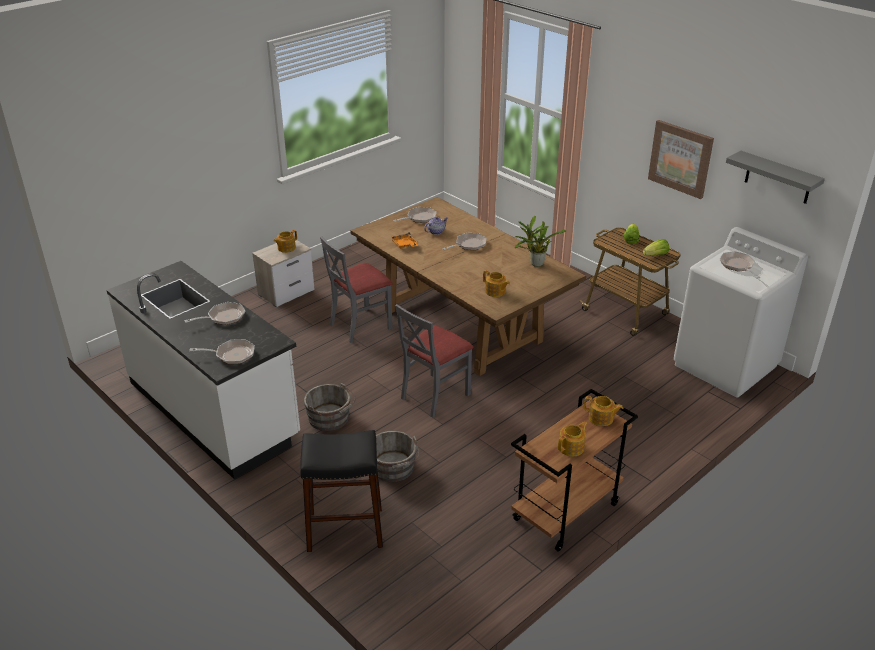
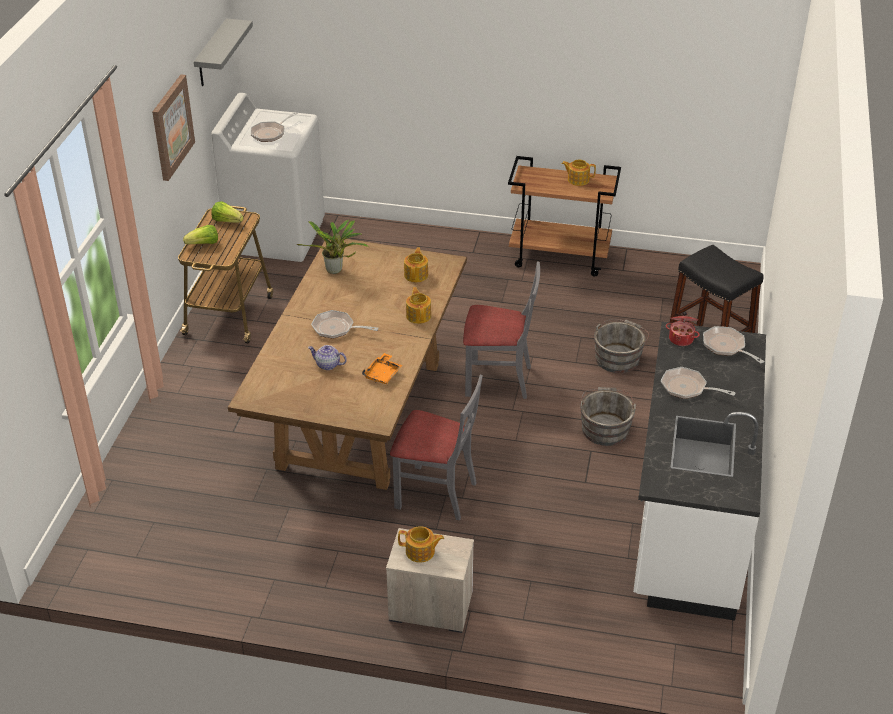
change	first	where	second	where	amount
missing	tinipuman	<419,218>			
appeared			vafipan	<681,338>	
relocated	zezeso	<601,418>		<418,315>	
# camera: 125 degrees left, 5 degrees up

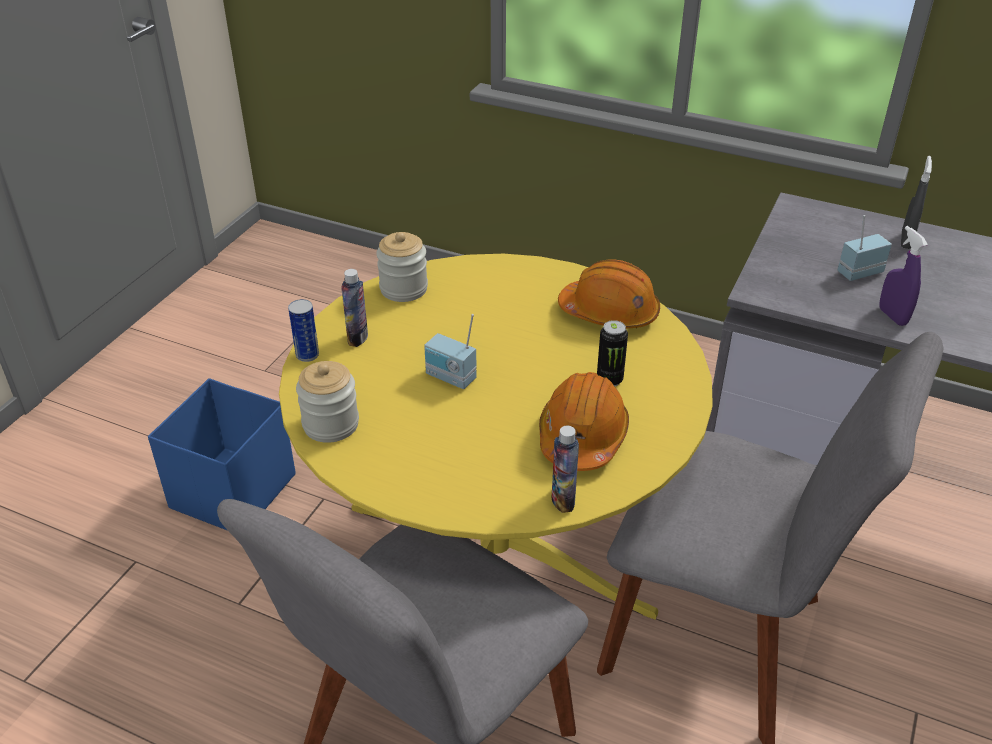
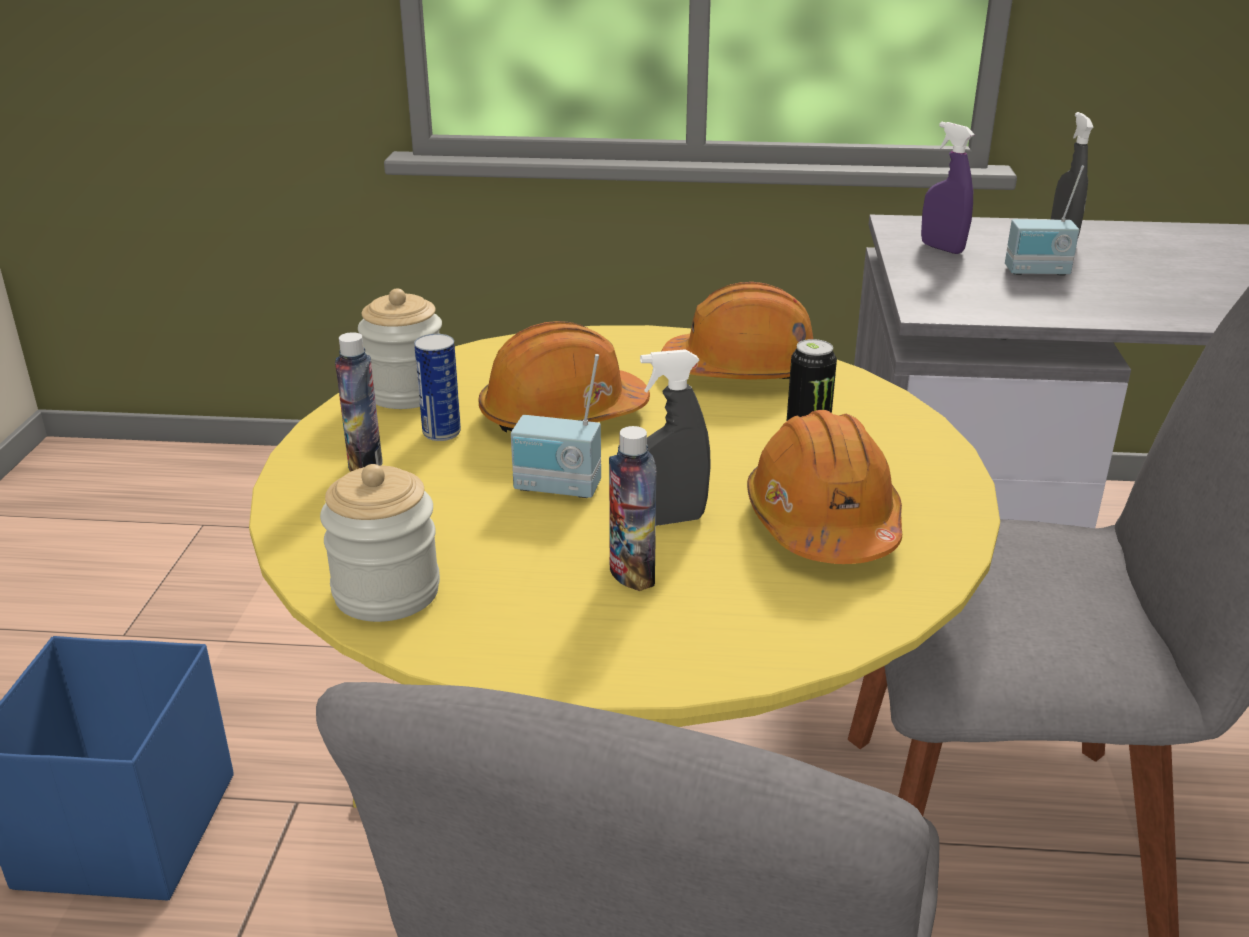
change	first	where	second	where	amount
appeared			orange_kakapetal	<562,415>	
appeared			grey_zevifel	<668,520>	
relocated	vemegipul	<307,355>		<441,433>	
relocated	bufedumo	<563,500>		<632,574>	
relocated	purple_zevifel	<892,316>		<942,248>	
spun	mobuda	<858,272>		<1037,272>	135 degrees counterclockwise
# camera: 20 degrees left, 10 degrees down

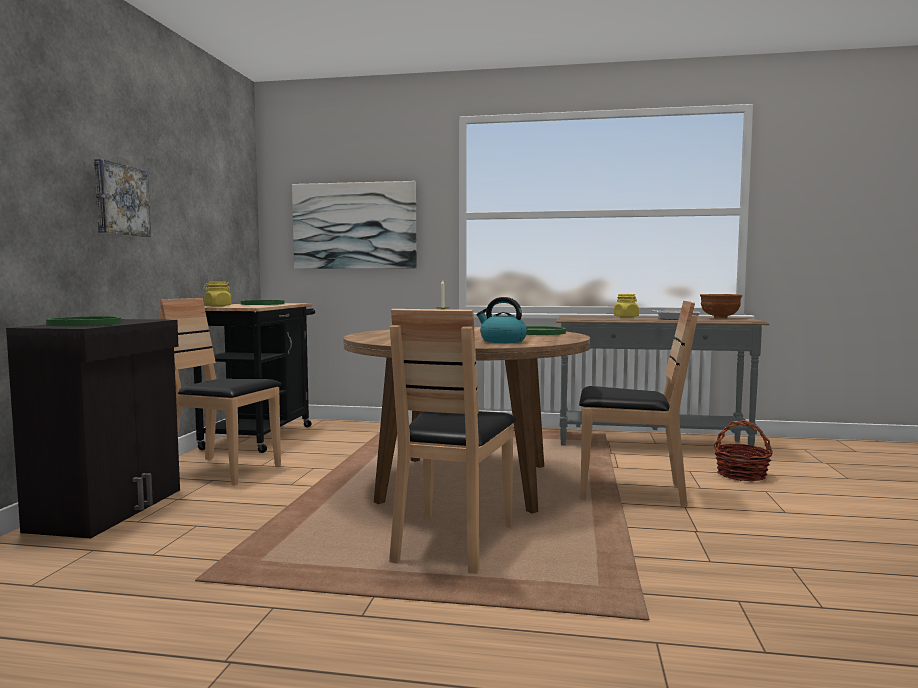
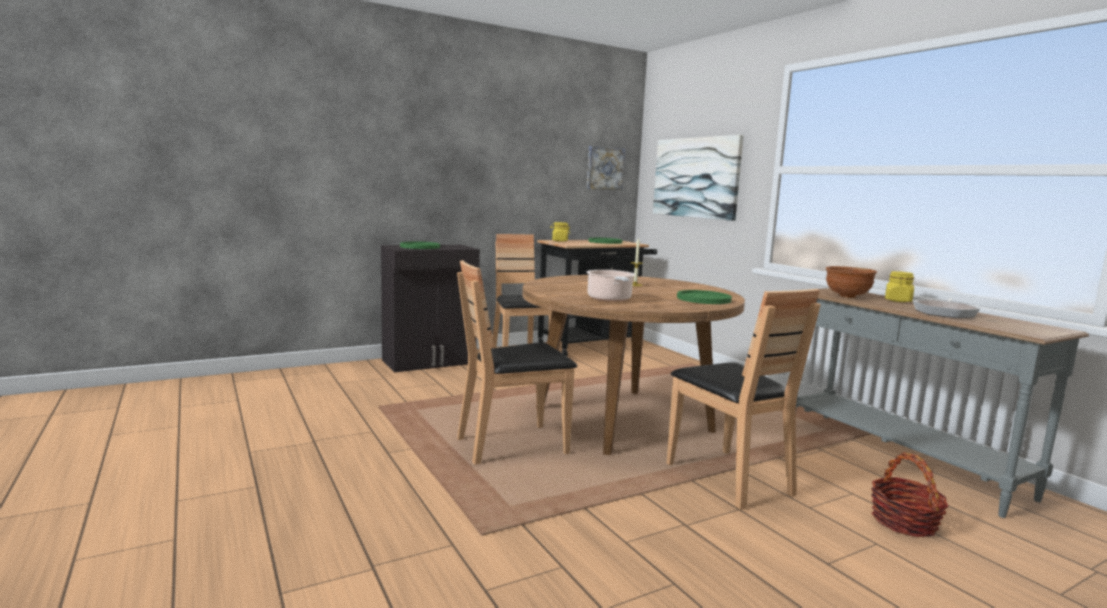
change	first	where	second	where	amount
relocated	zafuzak	<120,200>		<604,168>	
relocated	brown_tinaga	<719,318>		<846,296>	
exchanged	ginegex	<502,341>	vafipan	<610,299>	
# camera: 50 degrees right, 5 degrees up

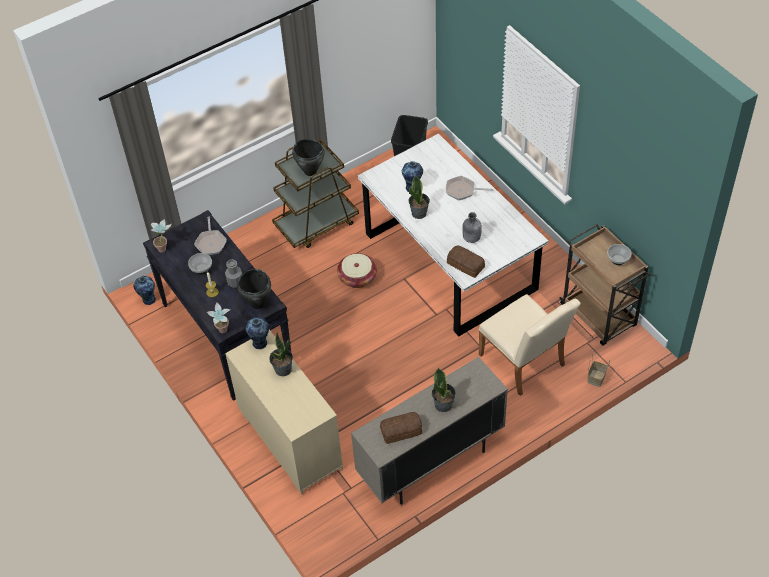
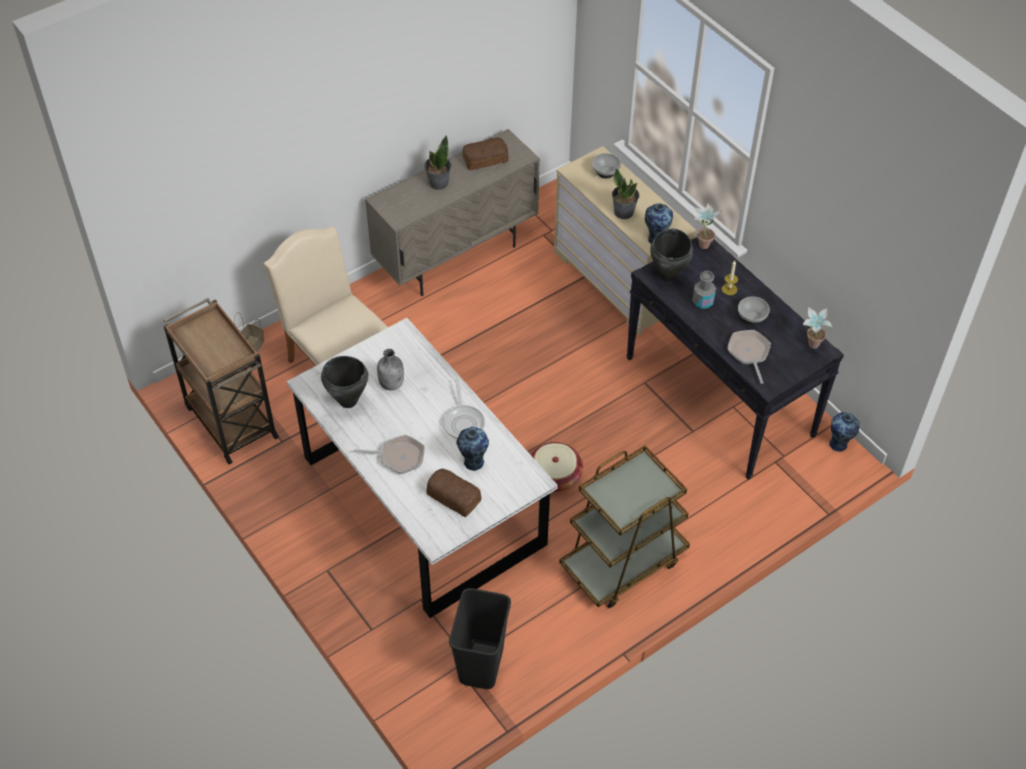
change	first	where	second	where	amount
relocated	black_vafipan	<310,171>		<348,401>	
relocated	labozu	<465,265>		<453,496>	
relocated	tinaga	<618,260>		<605,173>	
exchanged	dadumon	<419,213>	tinipuman	<463,421>	
# camera: 175 degrees right, 0 degrees up

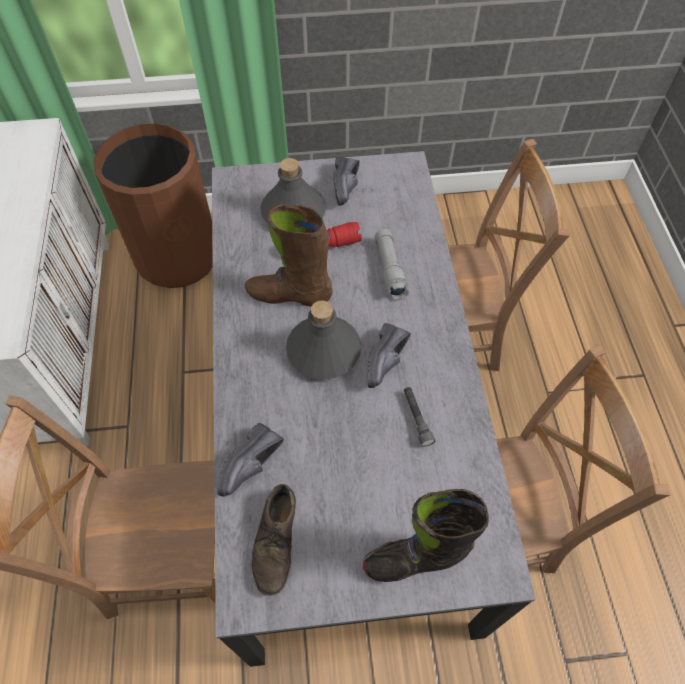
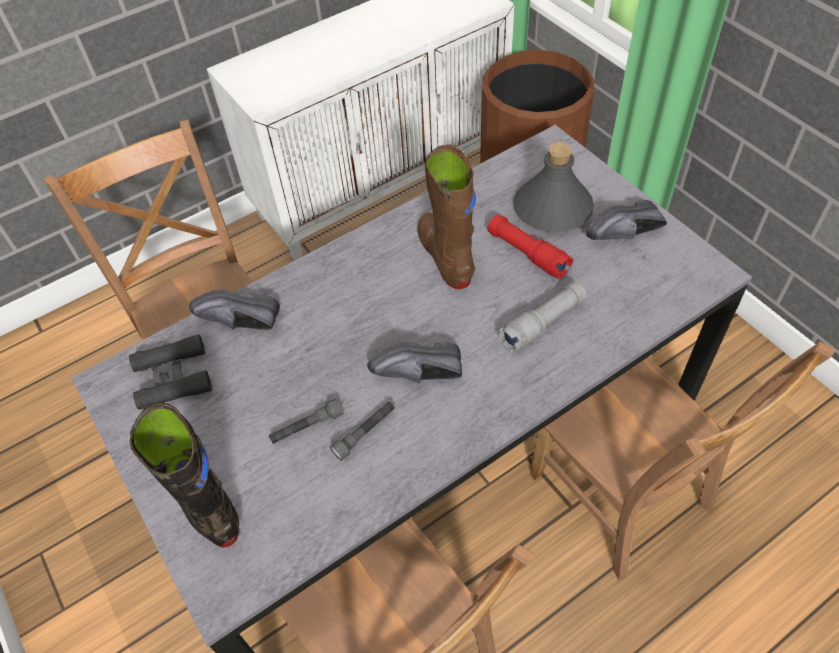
change	first	where	second	where	amount
missing	grey_bufedumo	<324,351>			
appeared			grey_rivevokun	<306,427>	
exchanged	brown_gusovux	<276,541>	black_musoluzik	<173,377>	
# camera: 65 degrees right, 5 degrees down

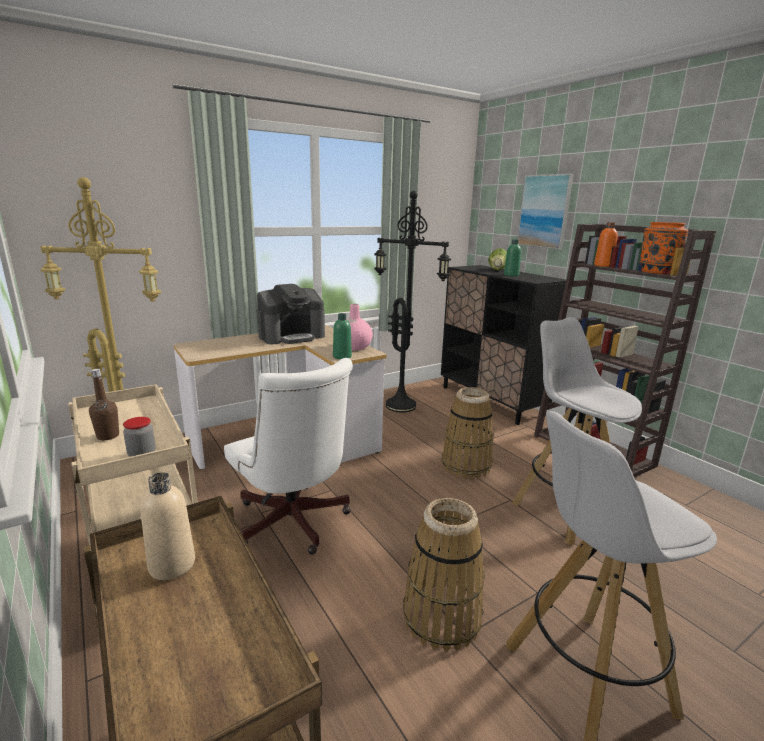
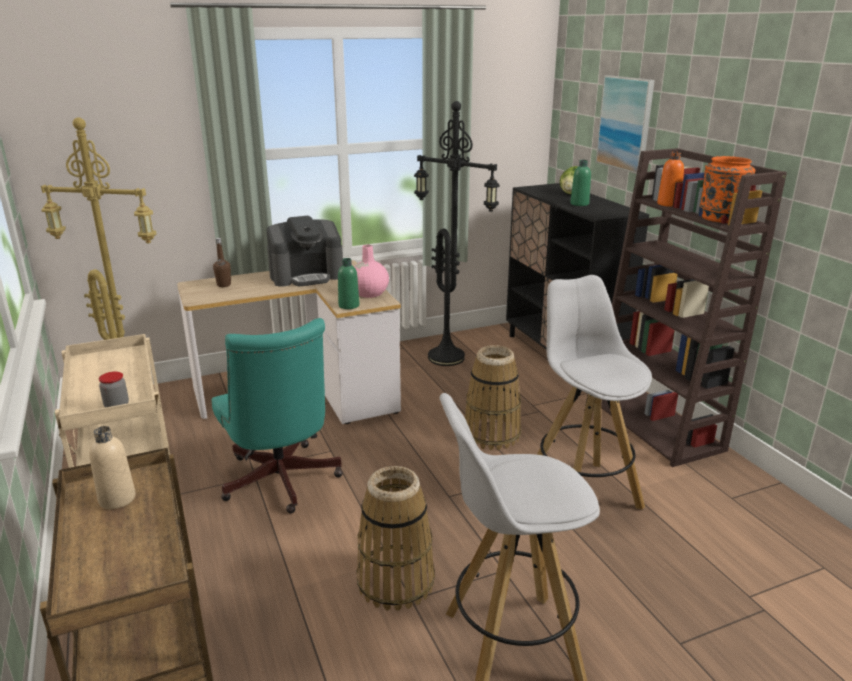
change	first	where	second	where	amount
relocated	brown_bufedumo	<108,436>		<224,285>	
colour	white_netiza	<293,525>	turquoise_netiza	<281,483>	
# camera: 10 degrees right, 5 degrees up

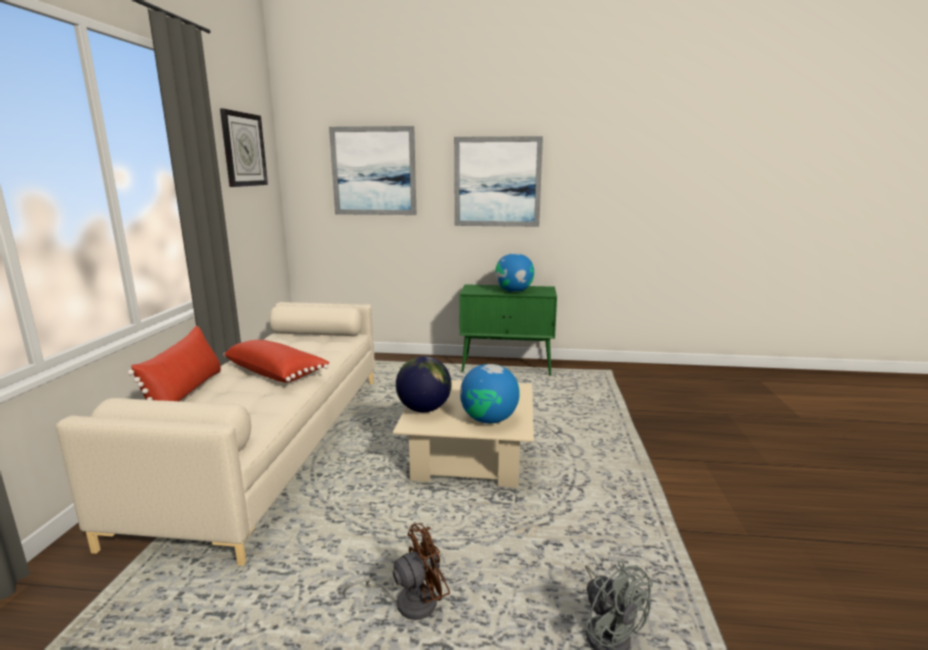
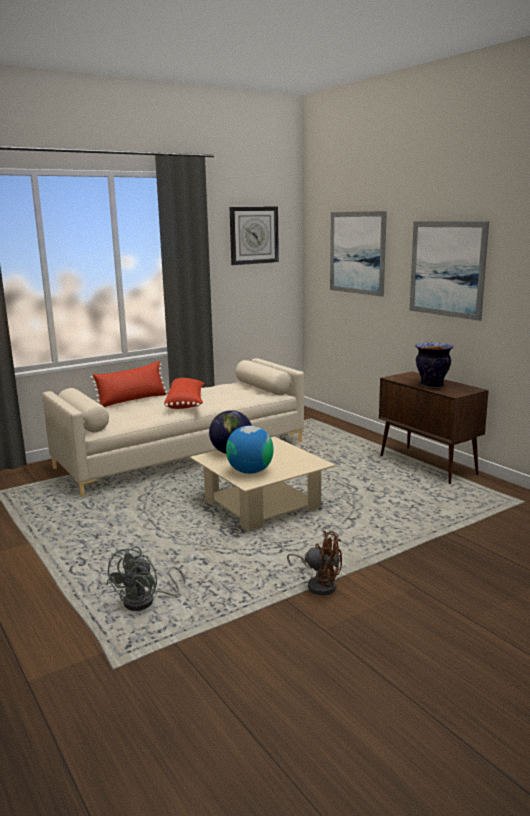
change	first	where	second	where	amount
relocated	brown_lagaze	<408,602>		<319,584>	
exchanged	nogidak	<514,291>	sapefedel	<432,385>	
colour	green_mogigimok	<507,367>	brown_mogigimok	<428,465>	
# camera: 50 degrees right, 0 degrees up

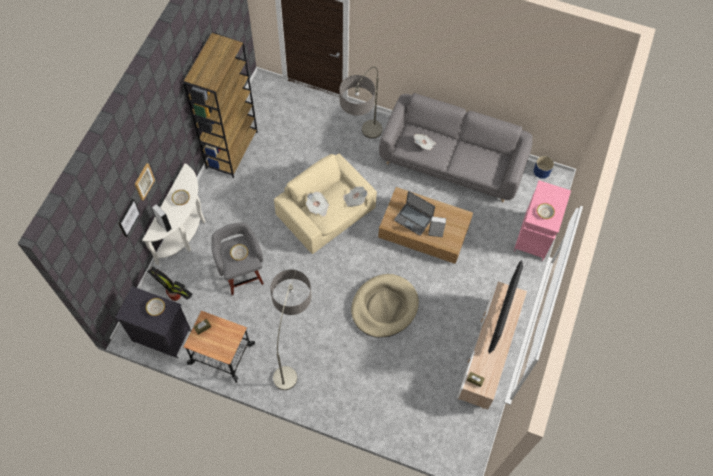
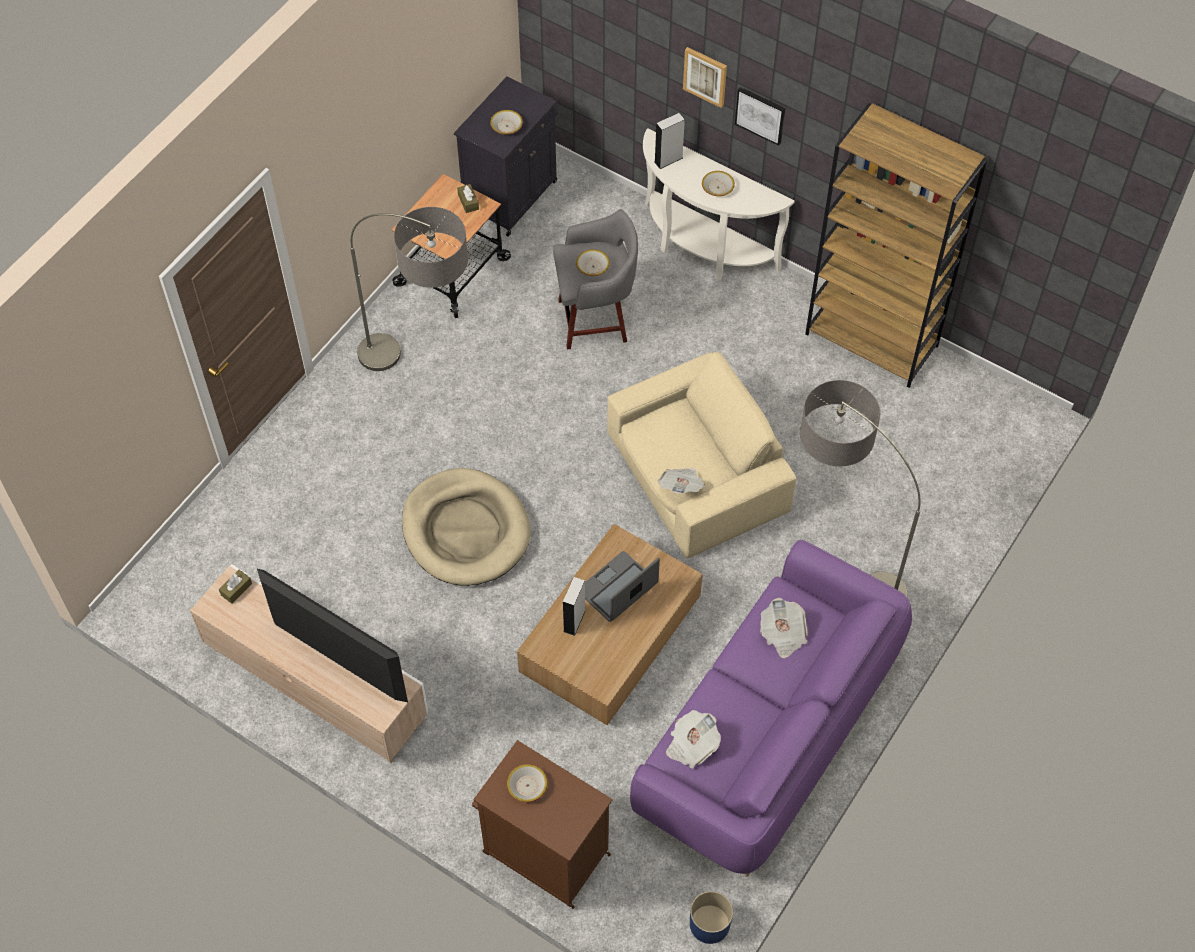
change	first	where	second	where	amount
missing	dadumon	<174,295>			
relocated	zafuzak	<128,217>		<760,115>	
relocated	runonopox	<318,207>		<691,745>	
colour	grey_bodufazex	<451,163>	purple_bodufazex	<768,734>	
colour	pink_mogigimok	<533,237>	brown_mogigimok	<544,852>	
# camera: 105 degrees right, 5 degrees down

